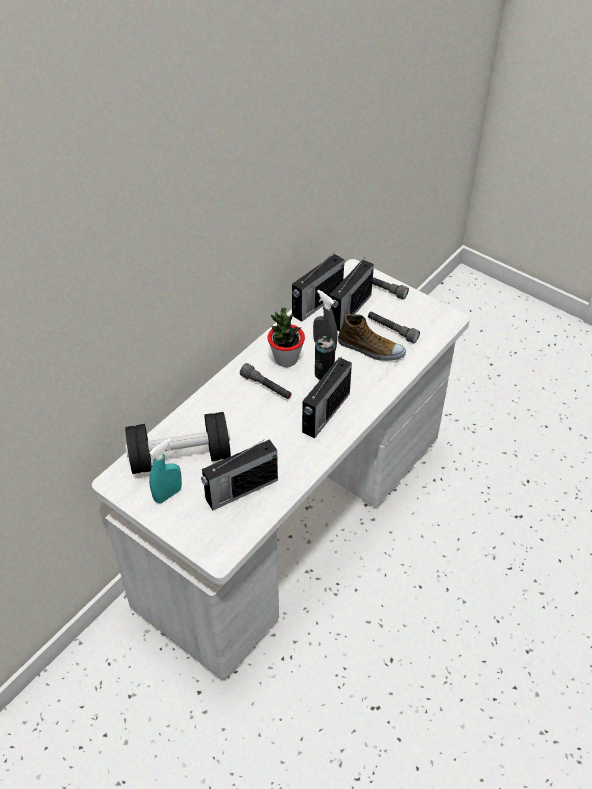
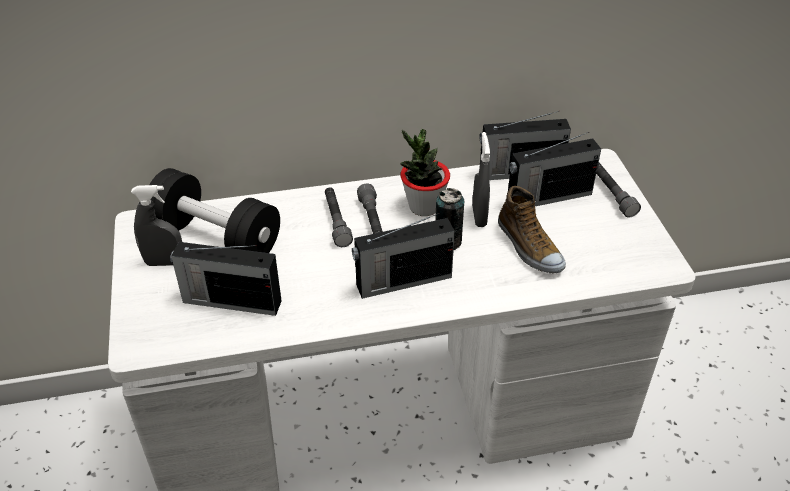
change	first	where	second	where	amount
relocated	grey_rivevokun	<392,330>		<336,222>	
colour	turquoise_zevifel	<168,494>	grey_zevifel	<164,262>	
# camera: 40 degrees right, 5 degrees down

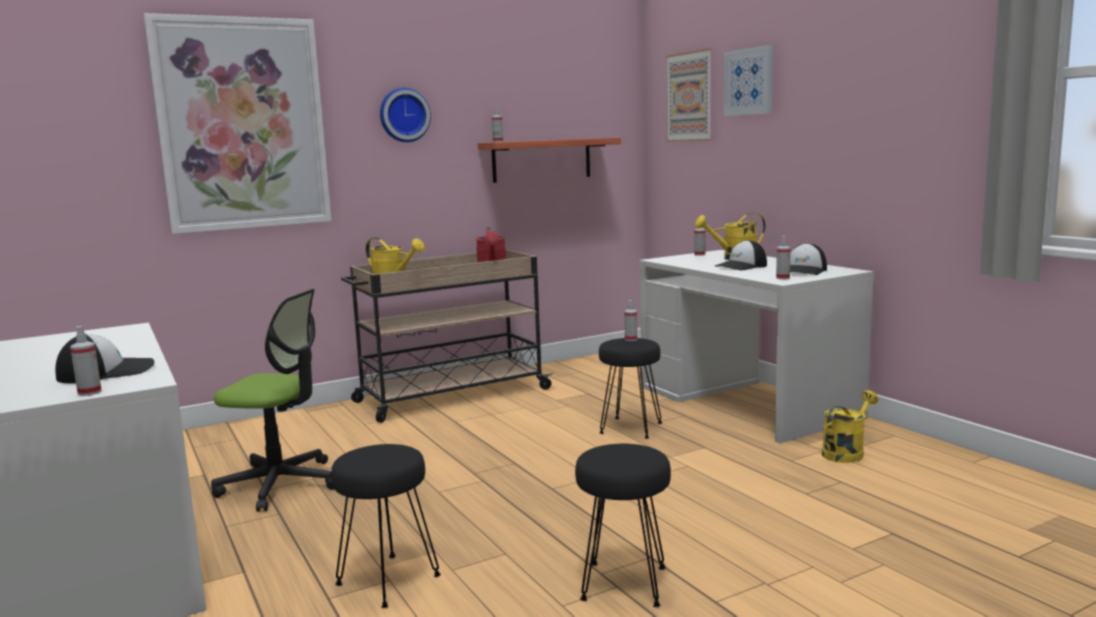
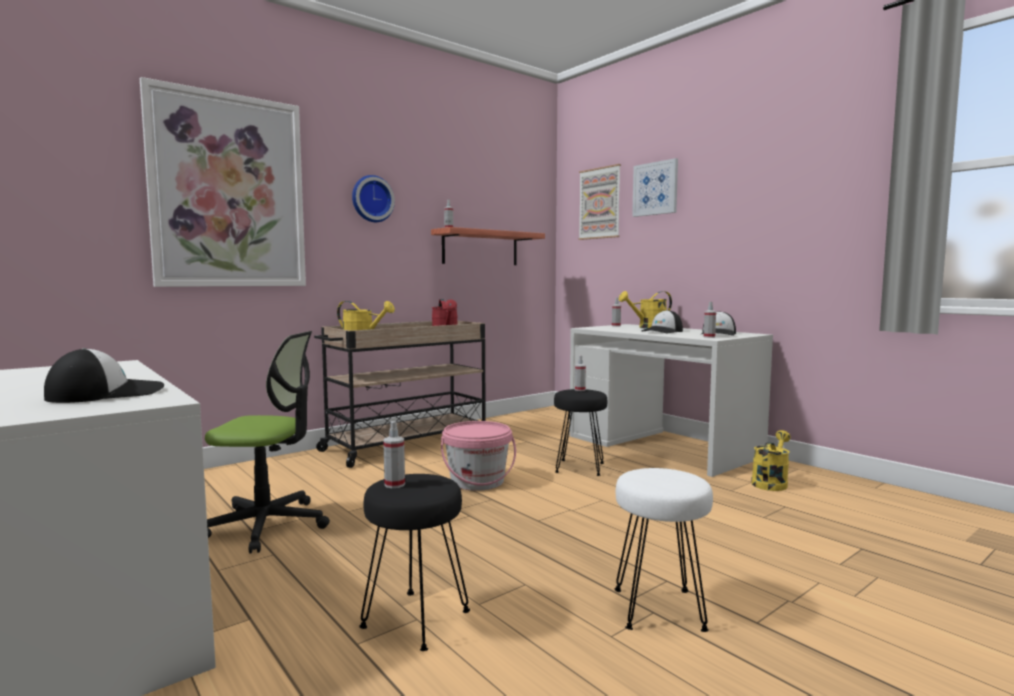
change	first	where	second	where	amount
appeared			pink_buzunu	<477,481>	
relocated	zevifel	<89,392>		<394,484>	
colour	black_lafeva	<625,584>	white_lafeva	<660,609>	
# camera: 10 degrees left, 5 degrees down

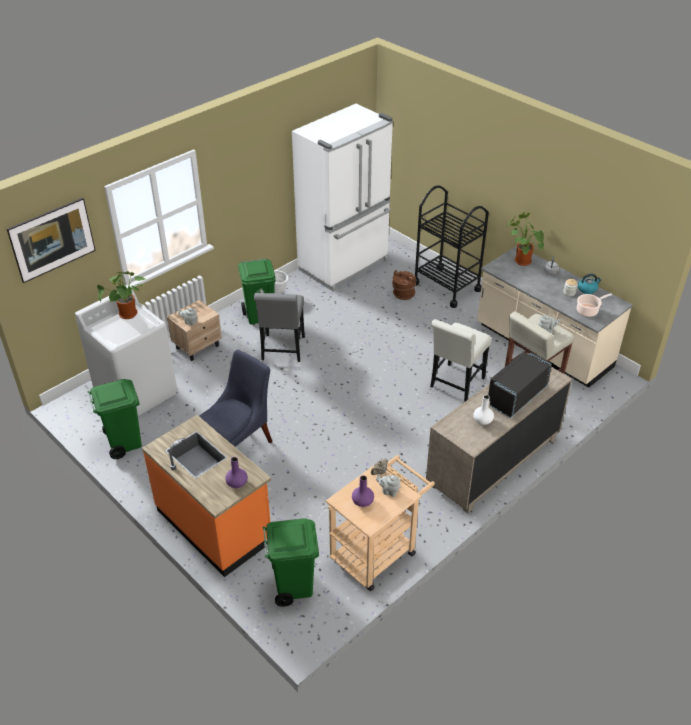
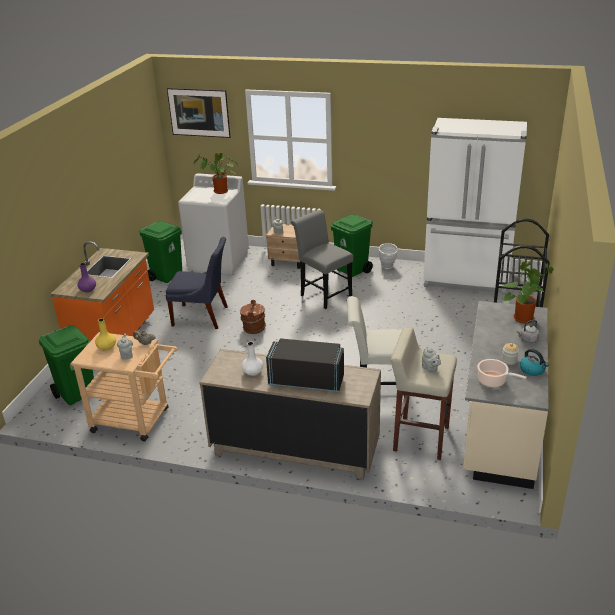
change	first	where	second	where	amount
relocated	brown_buzunu	<403,294>		<253,328>	
colour	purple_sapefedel	<362,501>	yellow_sapefedel	<107,347>	
spun	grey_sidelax	<282,351>		<323,294>	75 degrees clockwise
# camera: 60 degrees right, 10 degrees down

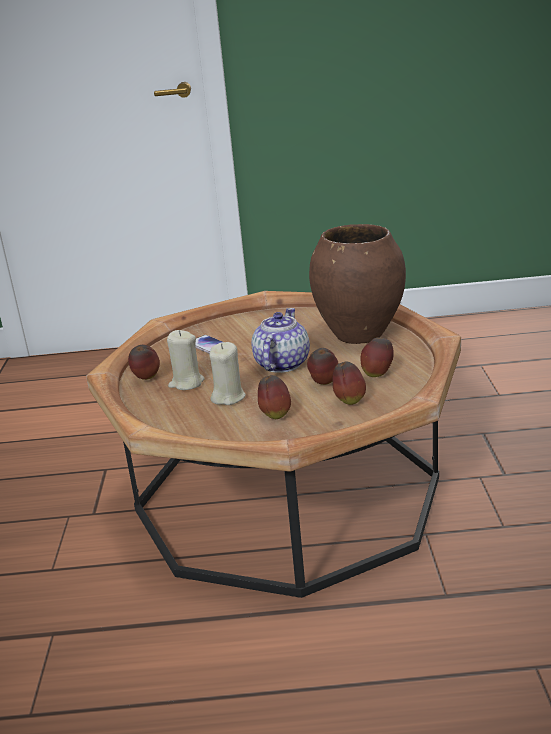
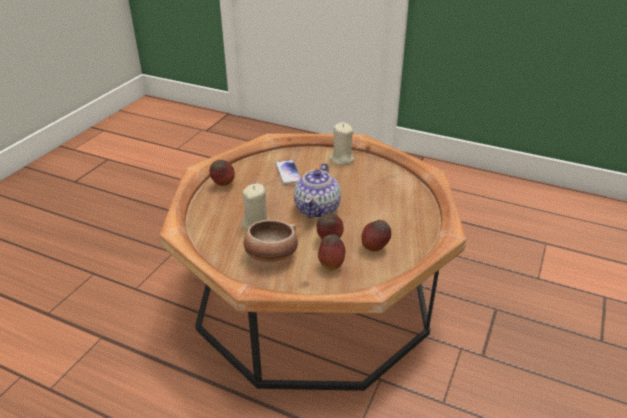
change	first	where	second	where	amount
missing	brown_sapefedel	<359,335>			
relocated	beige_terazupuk	<186,383>		<341,159>	
exchanged	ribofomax	<275,415>	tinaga	<270,255>	
spun	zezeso	<281,364>		<318,209>	150 degrees clockwise
# camera: 25 degrees right, 10 degrees up

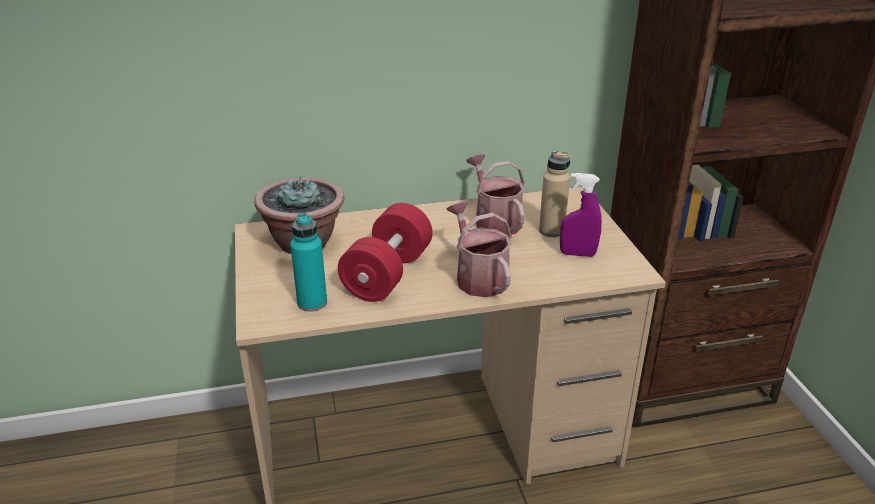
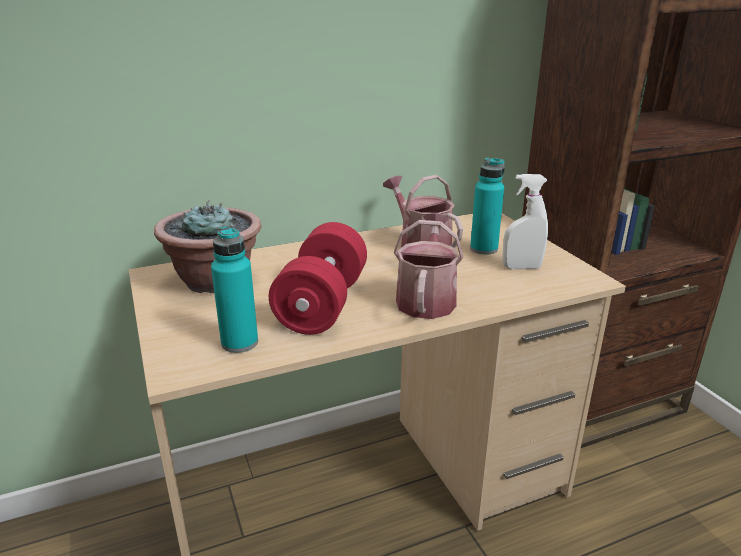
change	first	where	second	where	amount
colour	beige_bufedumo	<551,231>	turquoise_bufedumo	<483,249>	
colour	purple_zevifel	<577,254>	white_zevifel	<521,267>	
spun	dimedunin	<478,277>		<426,298>	45 degrees clockwise
# camera: 10 degrees left, 5 degrees down

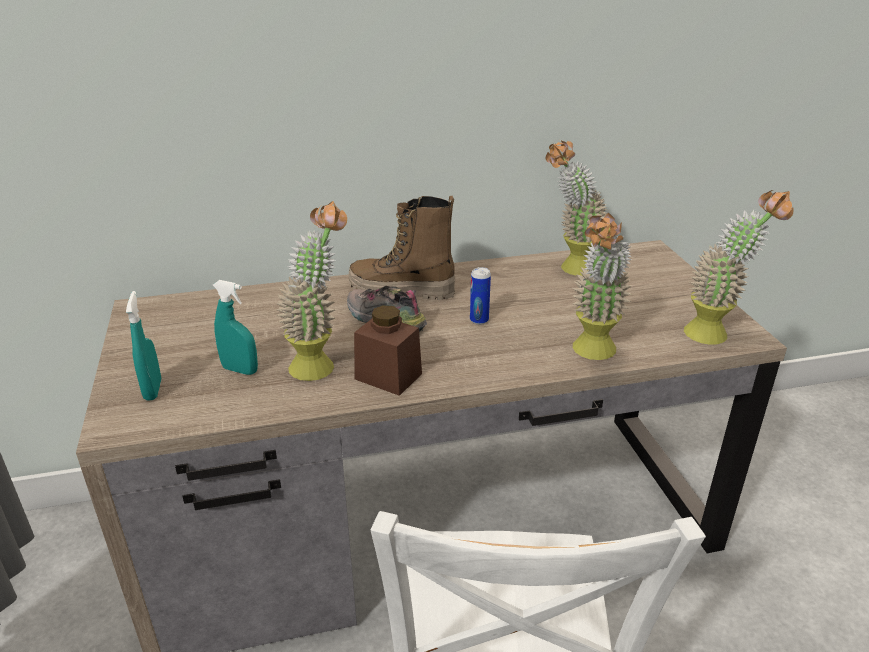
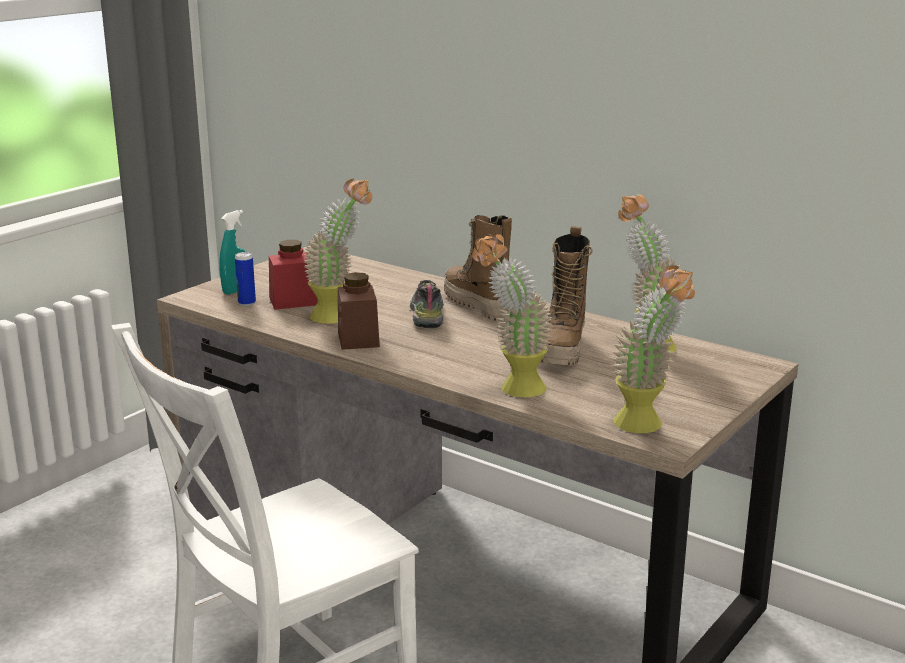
change	first	where	second	where	amount
appeared			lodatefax	<562,351>	
relocated	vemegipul	<479,320>		<247,303>	
exchanged	turquoise_zevifel	<240,370>	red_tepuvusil	<293,301>	
# camera: 50 degrees right, 10 degrees down

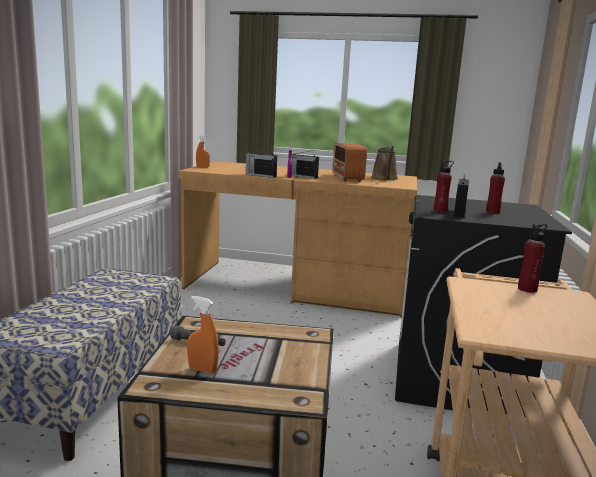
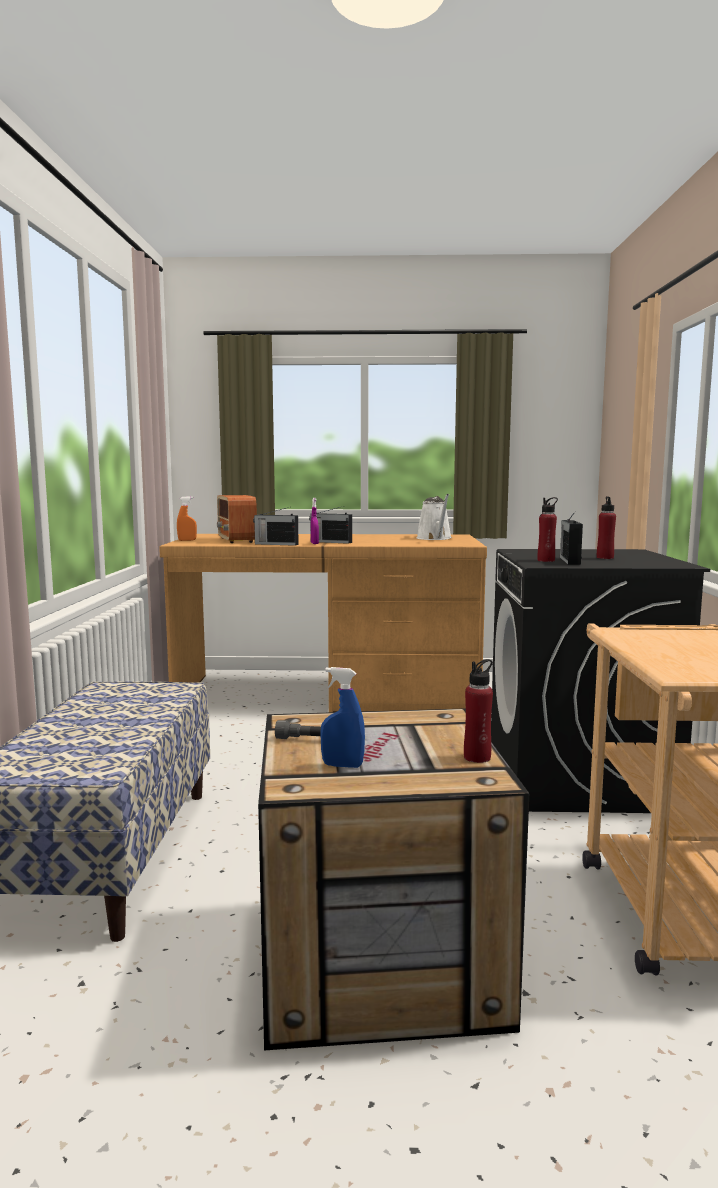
change	first	where	second	where	amount
relocated	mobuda	<347,178>		<237,540>	
relocated	red_bufedumo	<527,289>		<477,757>	
colour	orange_zevifel	<202,370>	blue_zevifel	<342,765>	
colour	brown_dimedunin	<384,179>	white_dimedunin	<435,538>	
# camera: 10 degrees left, 5 degrees down

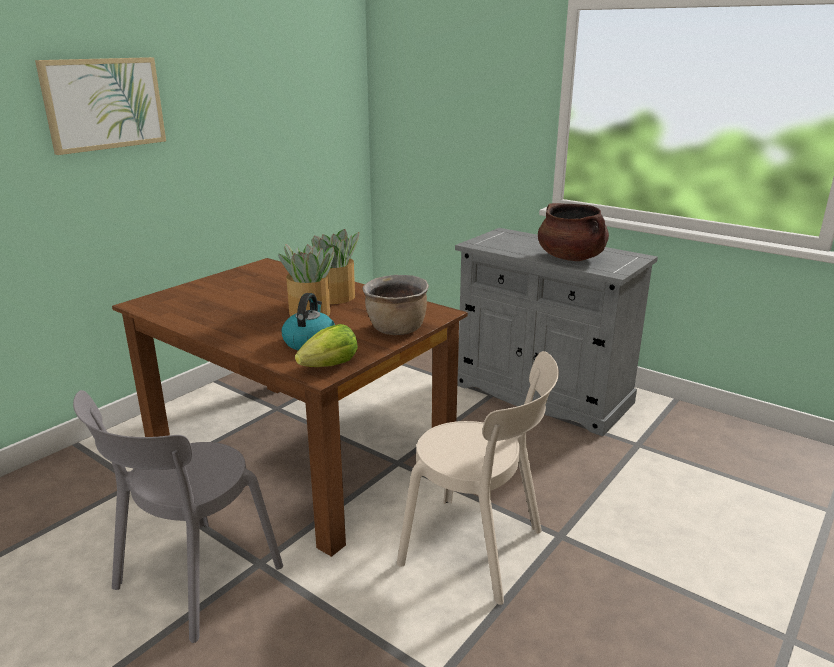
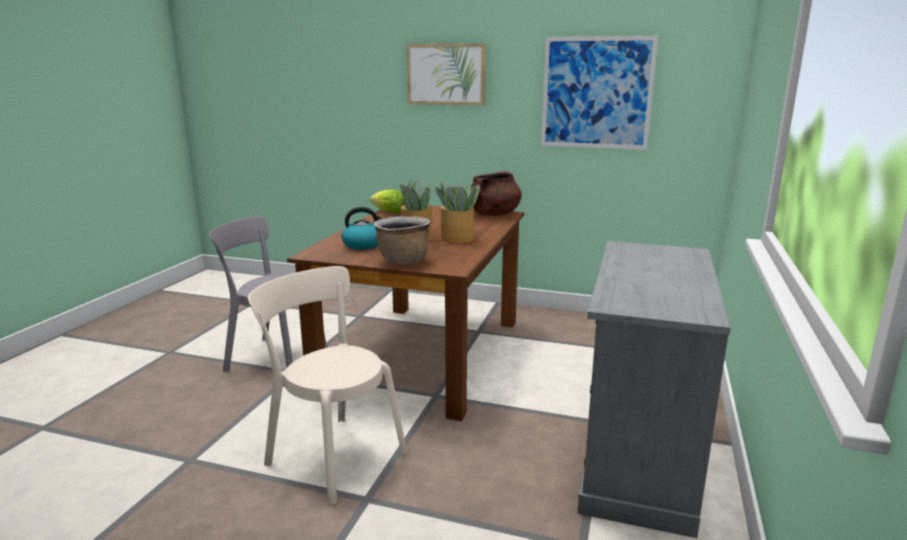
change	first	where	second	where	amount
appeared			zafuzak	<596,93>	
relocated	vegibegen	<330,366>		<389,212>	
relocated	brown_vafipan	<571,258>		<493,214>	
spun	beige_sidelax	<478,549>		<332,455>	120 degrees clockwise
# camera: 70 degrees right, 5 degrees down

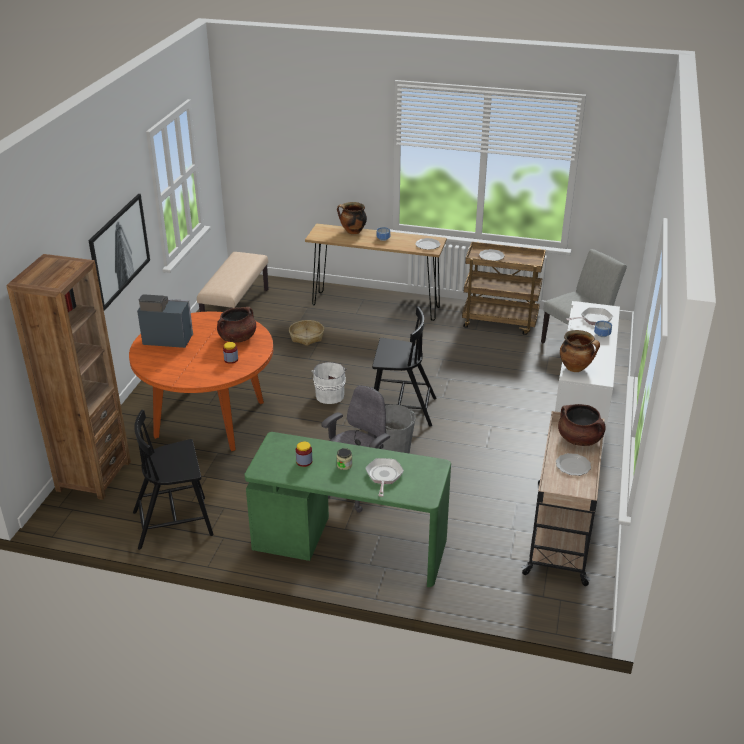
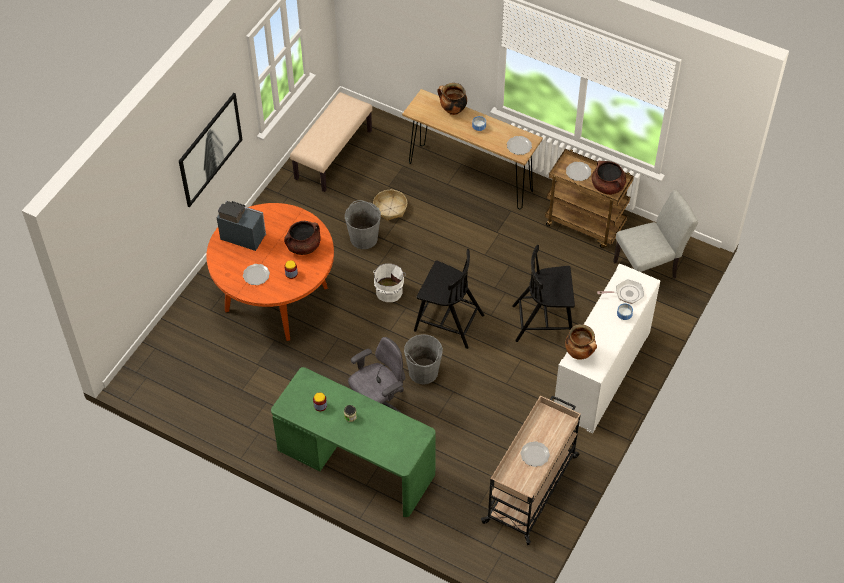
change	first	where	second	where	amount
missing	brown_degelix	<93,476>			
missing	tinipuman	<384,476>			
appeared			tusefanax	<256,275>	
appeared			grey_buzunu	<363,238>	
relocated	black_sidelax	<174,522>		<544,322>	
relocated	brown_vafipan	<579,439>		<608,186>	
# camera: 15 degrees right, 20 degrees up

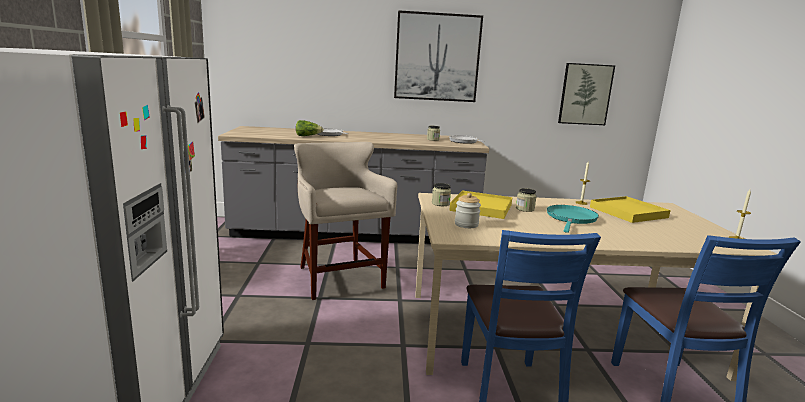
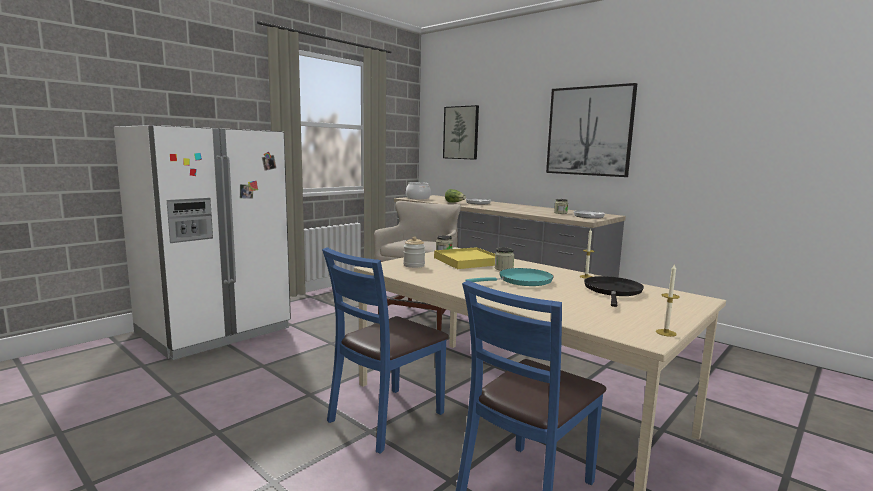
change	first	where	second	where	amount
appeared			vafipan	<418,198>	
relocated	zafuzak	<585,94>		<461,132>	
exchanged	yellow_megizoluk	<628,212>	black_tinipuman	<613,291>	
# camera: 45 degrees right, 5 degrees down

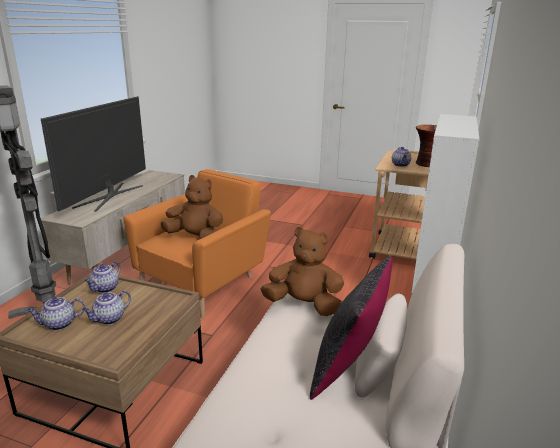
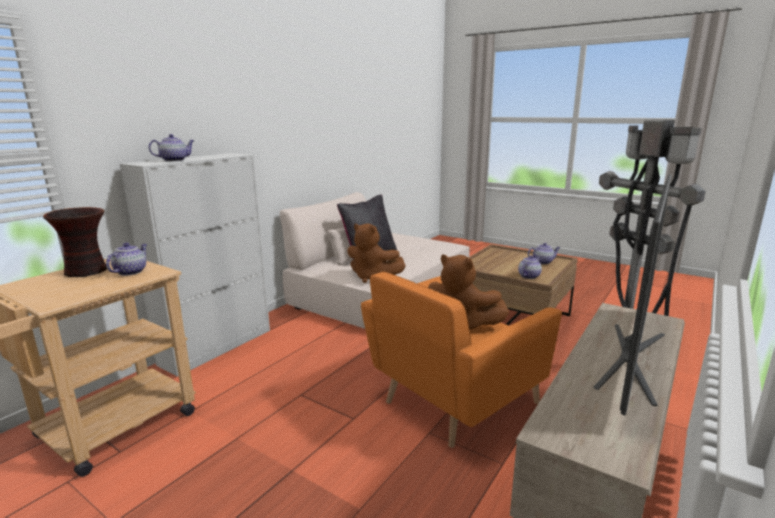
change	first	where	second	where	amount
relocated	zezeso	<109,319>		<175,160>	
# camera: 165 degrees left, 5 degrees down

